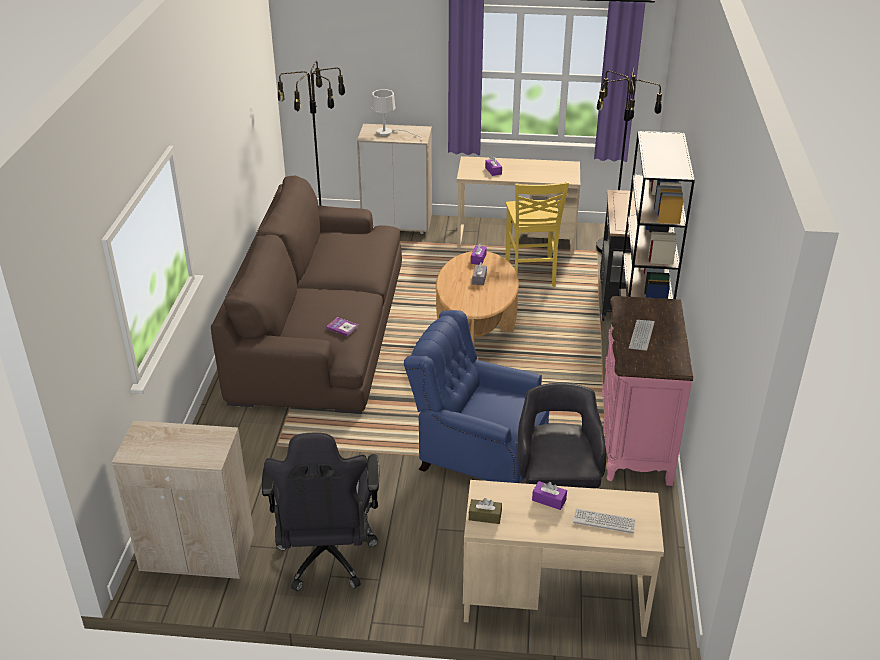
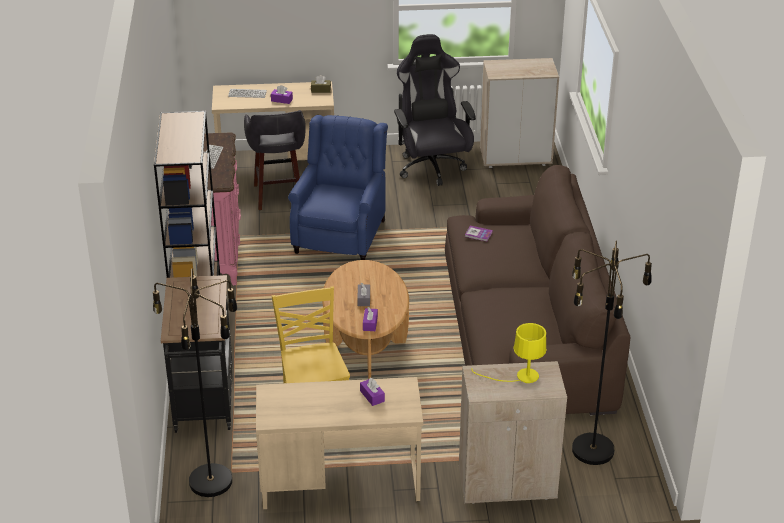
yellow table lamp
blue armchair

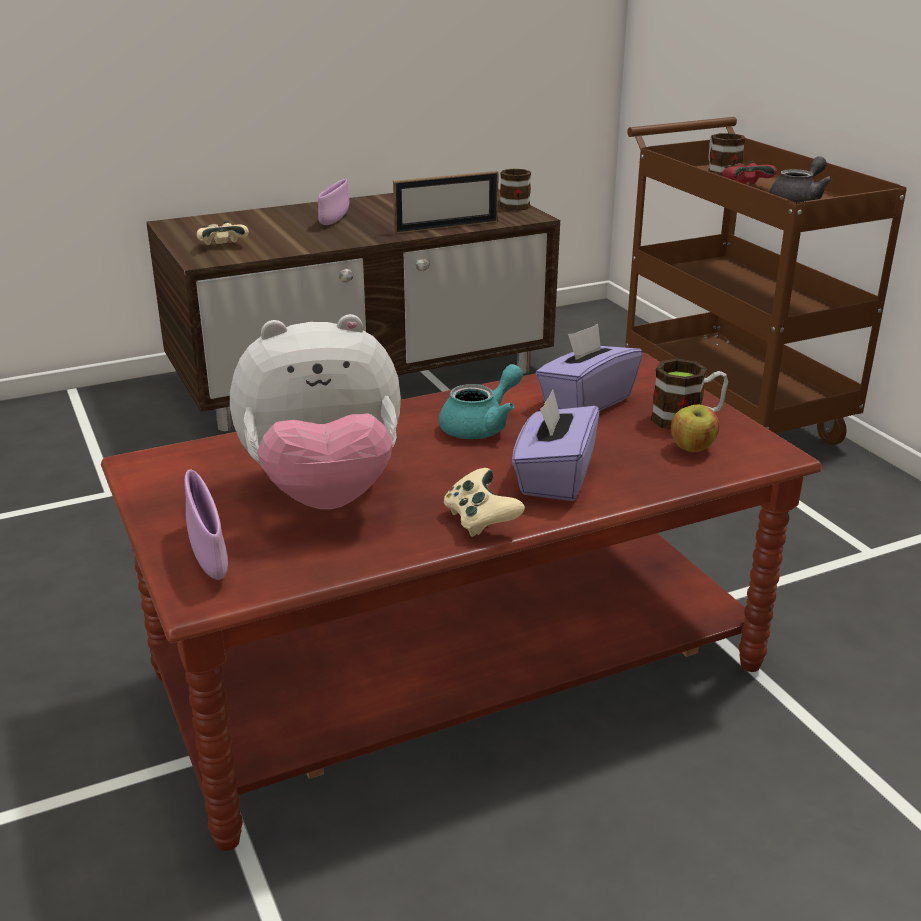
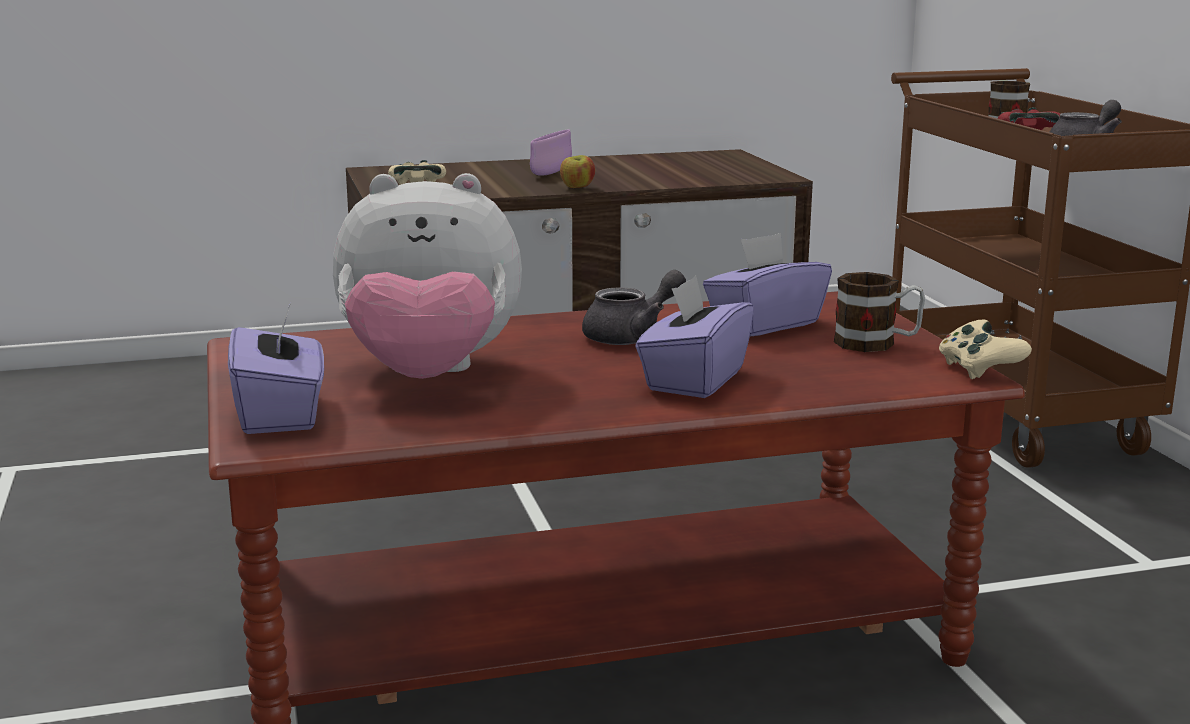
picture frame
mug (1st from left in the first image)
beige game controller (2nd from left)
apple
purple tissue box (1st from left)
grey teapot (1st from left)

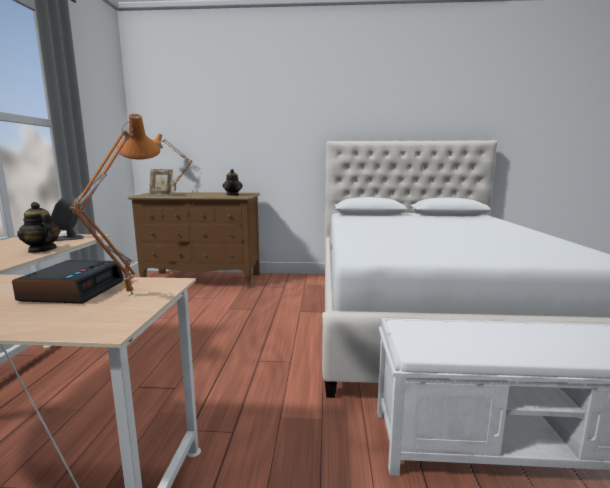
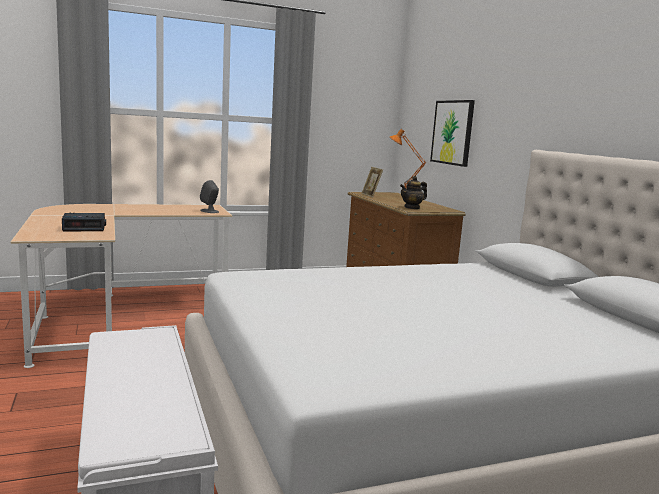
teapot (1st from left in the first image)
orange table lamp (1st from left in the first image)
picture

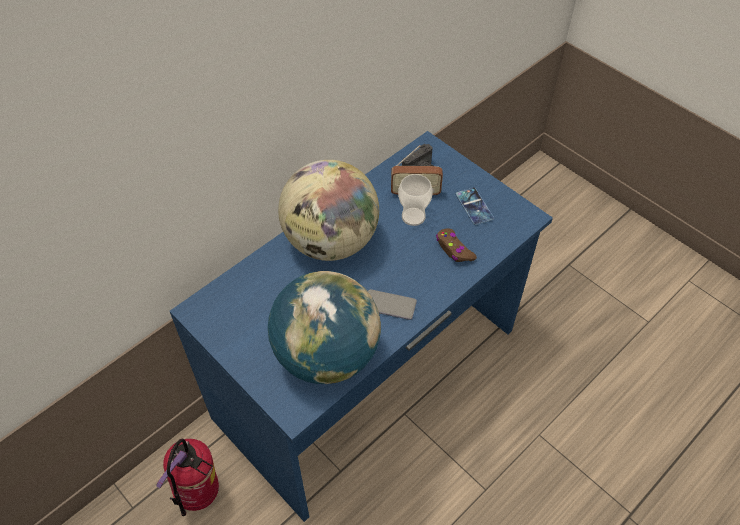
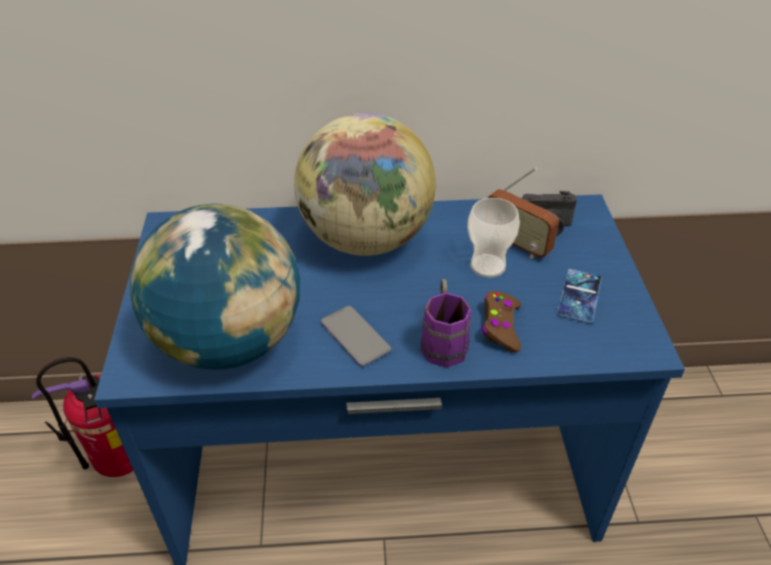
purple mug

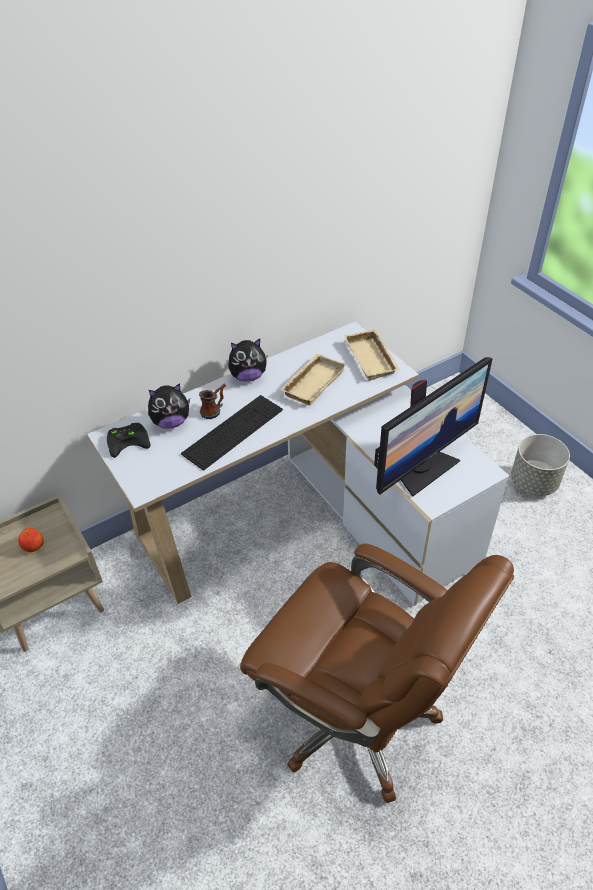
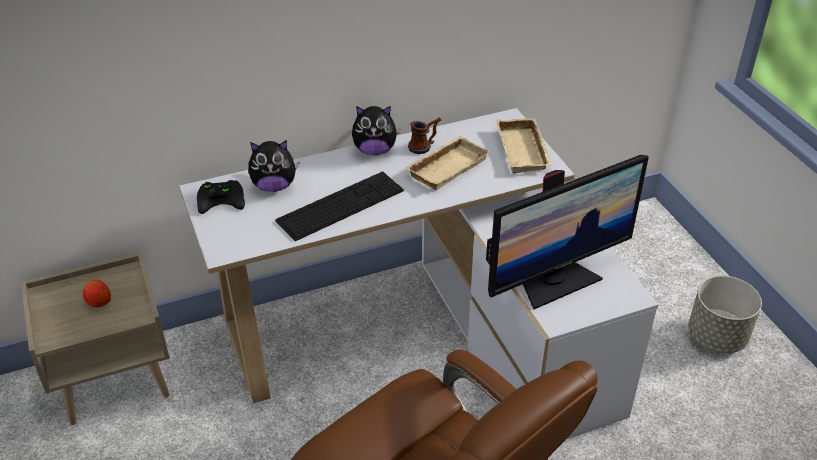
mug

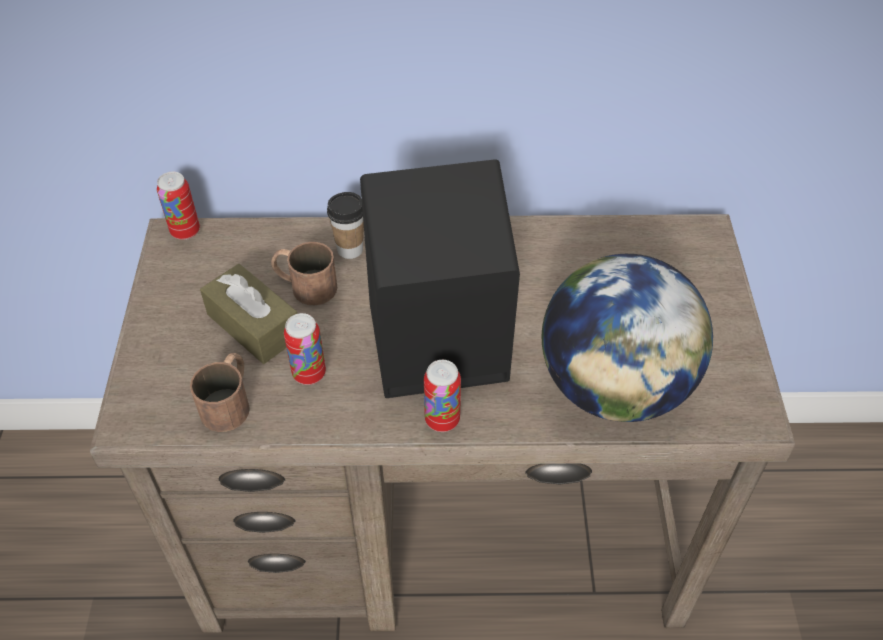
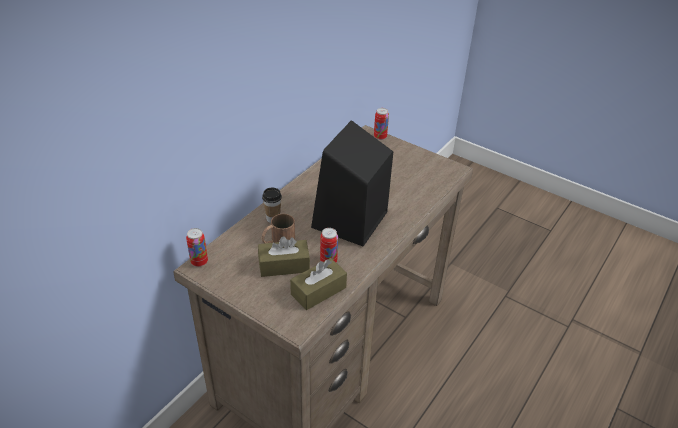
globe
can (3rd from left)
brown tissue box (2nd from left)

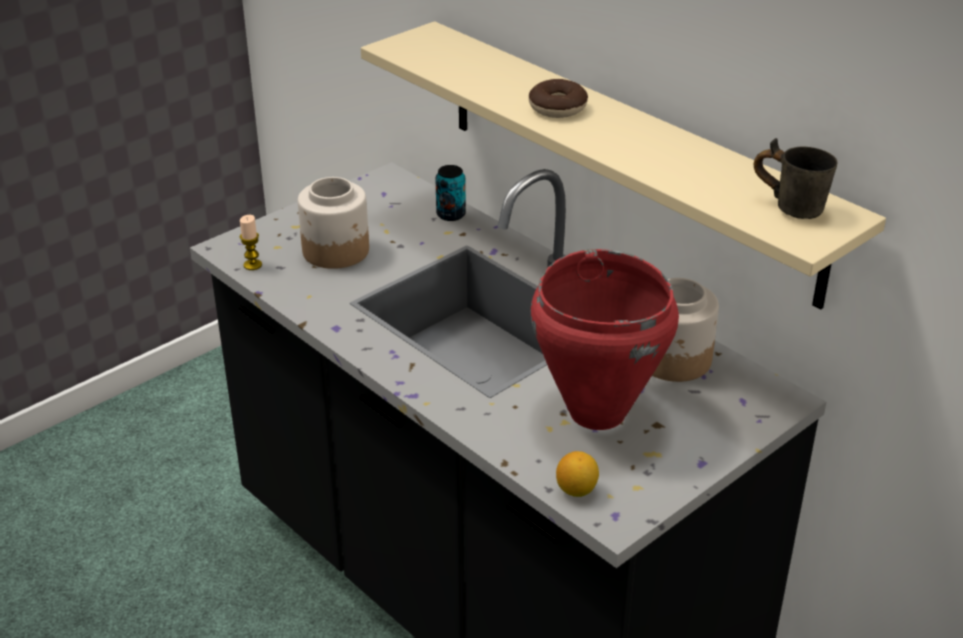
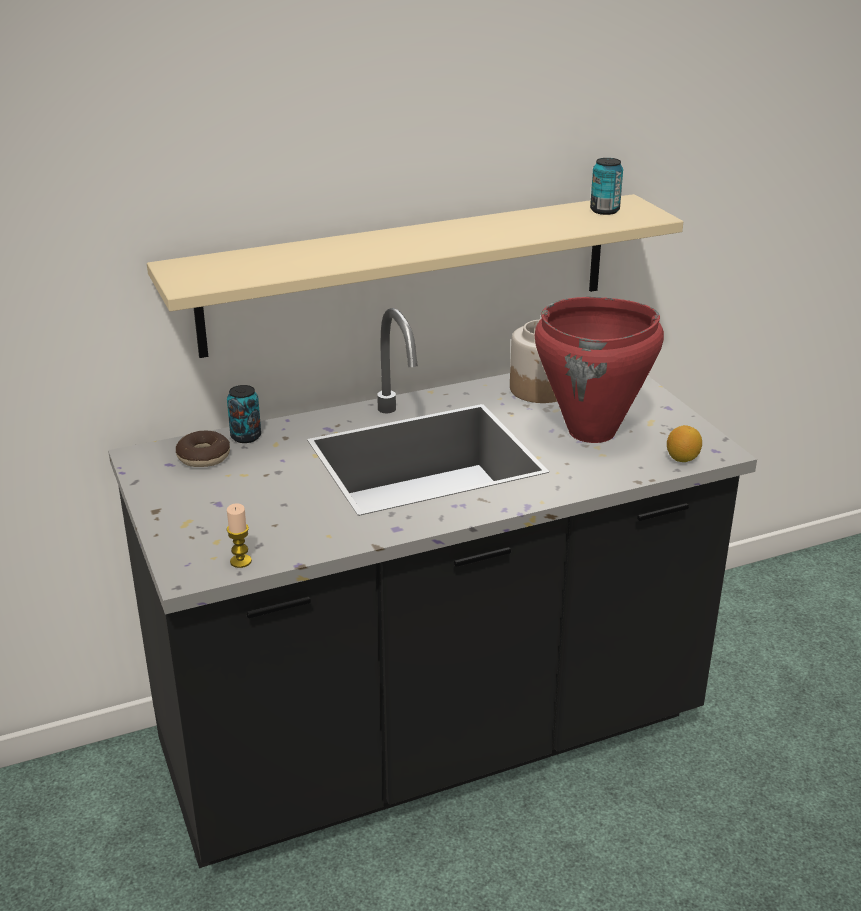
jar (1st from left in the first image)
donut
can (2nd from left)

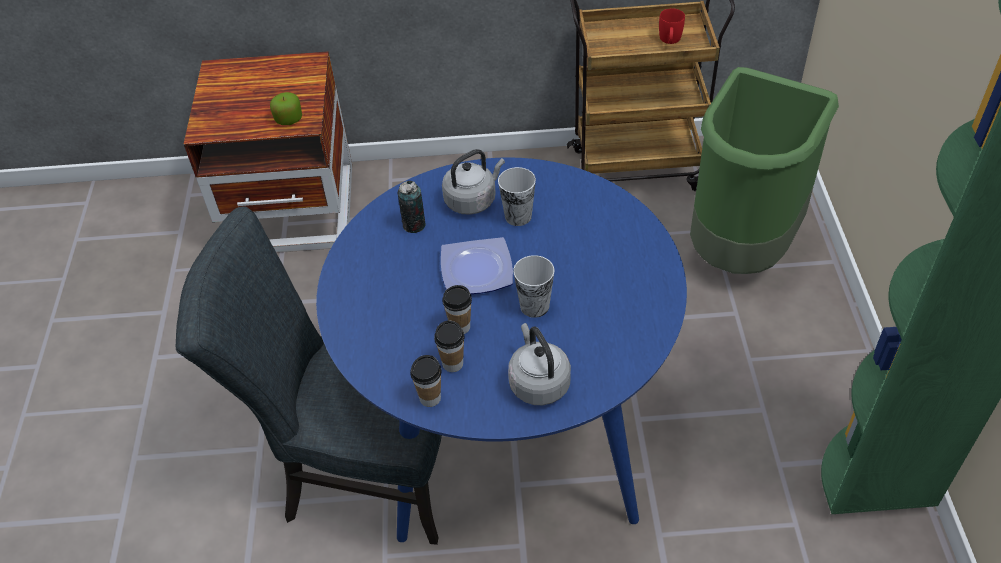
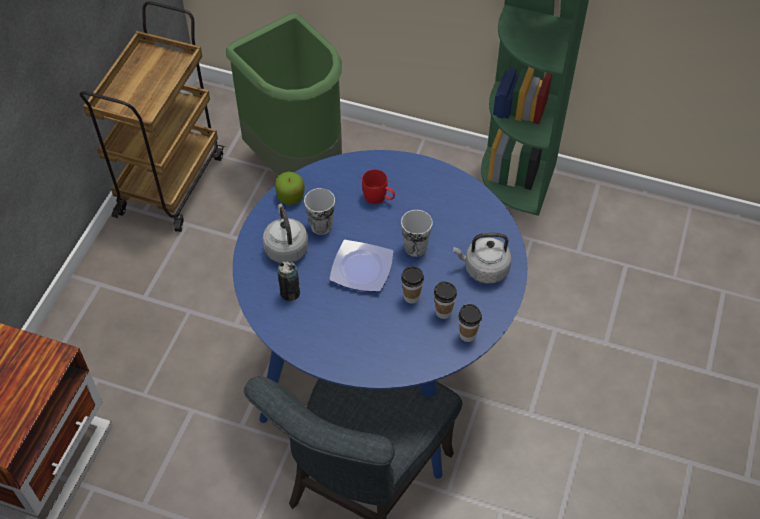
apple
red mug

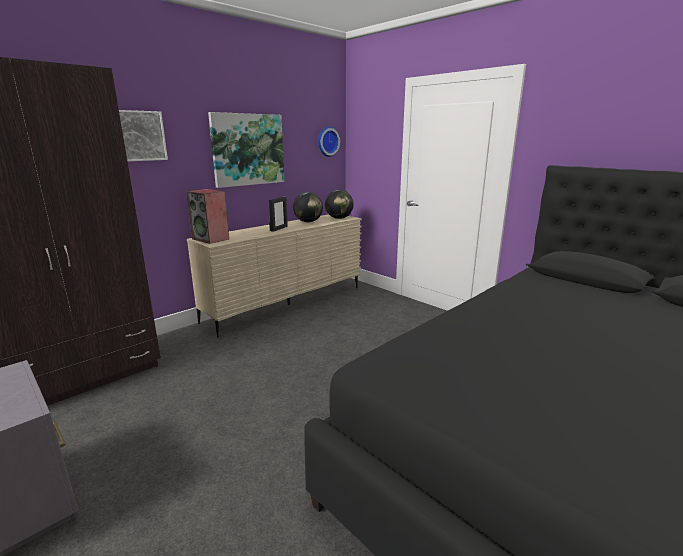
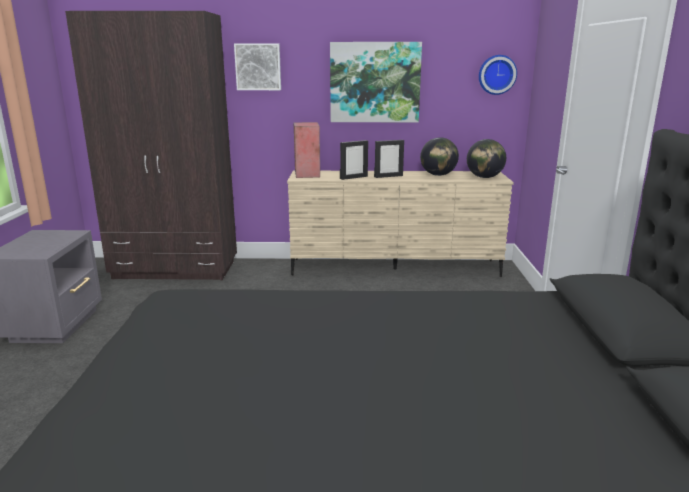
picture frame (1st from left)

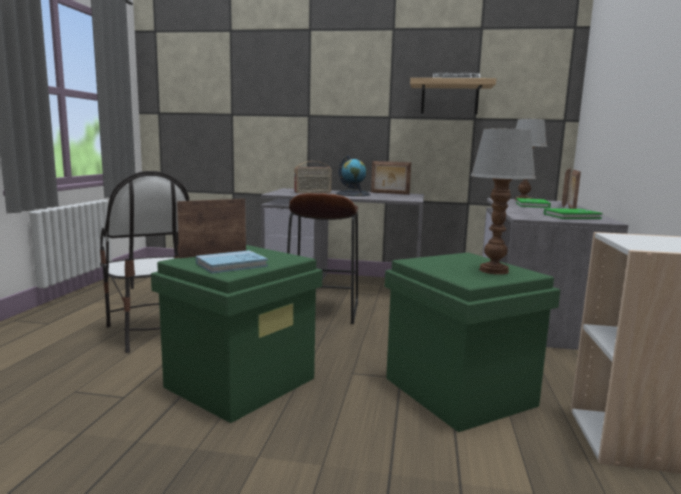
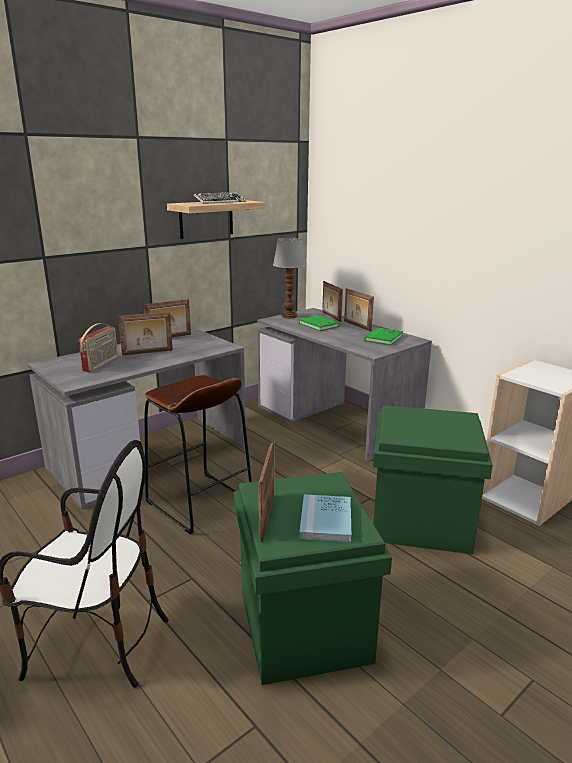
table lamp (1st from left in the first image)
picture frame (1st from left)

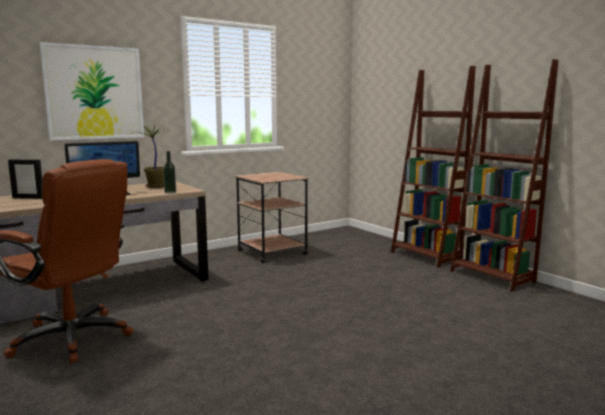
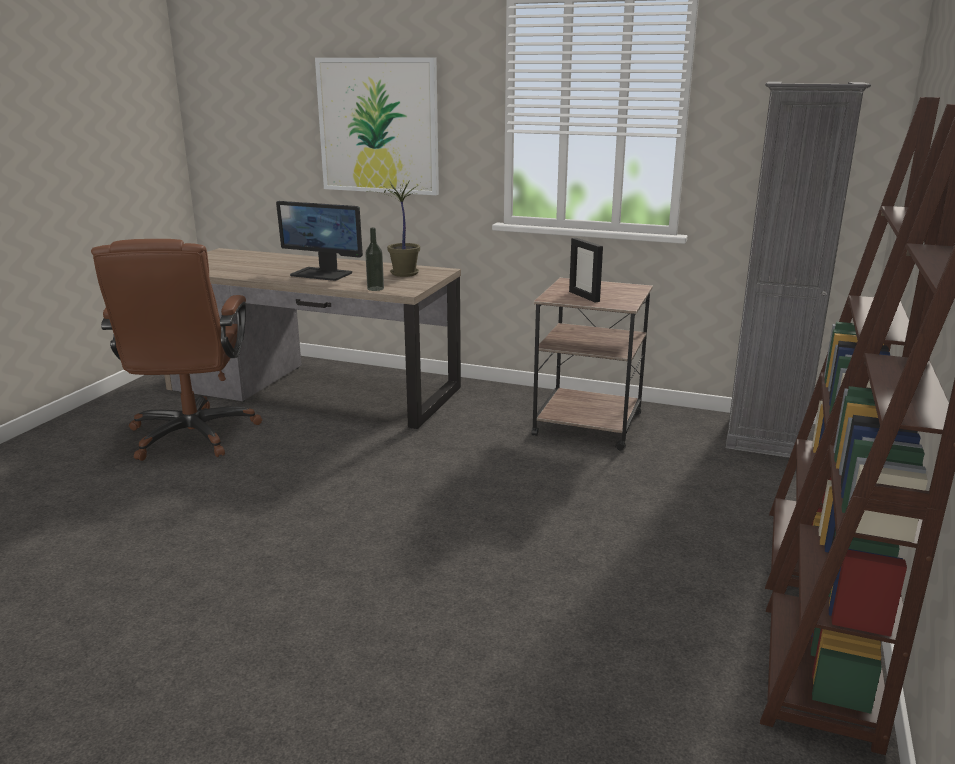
grey cabinet
picture frame

